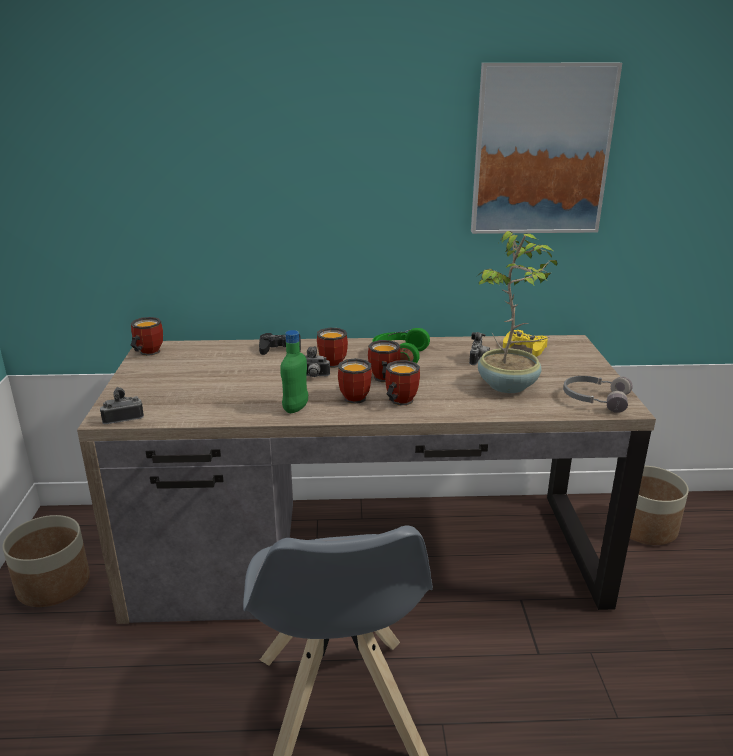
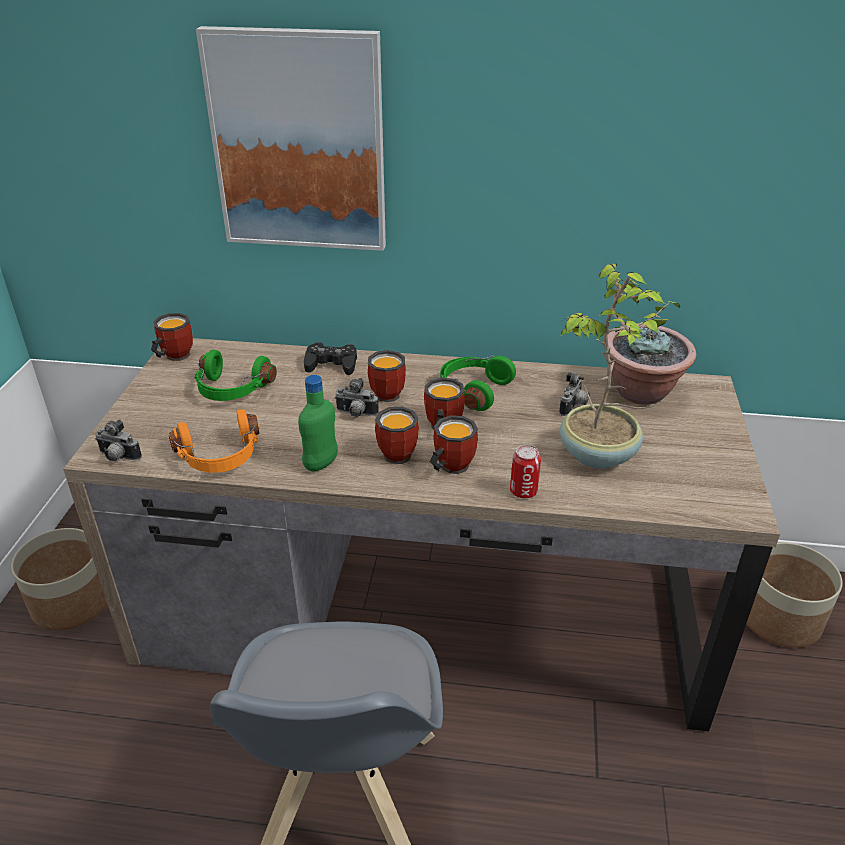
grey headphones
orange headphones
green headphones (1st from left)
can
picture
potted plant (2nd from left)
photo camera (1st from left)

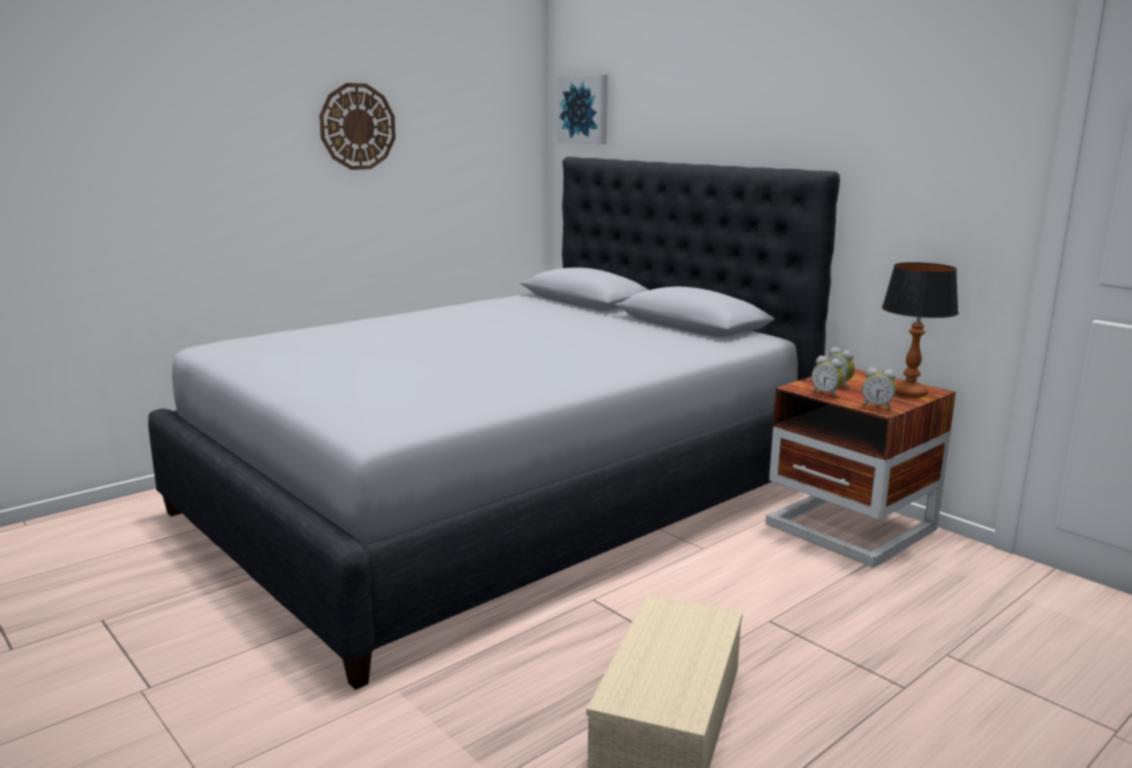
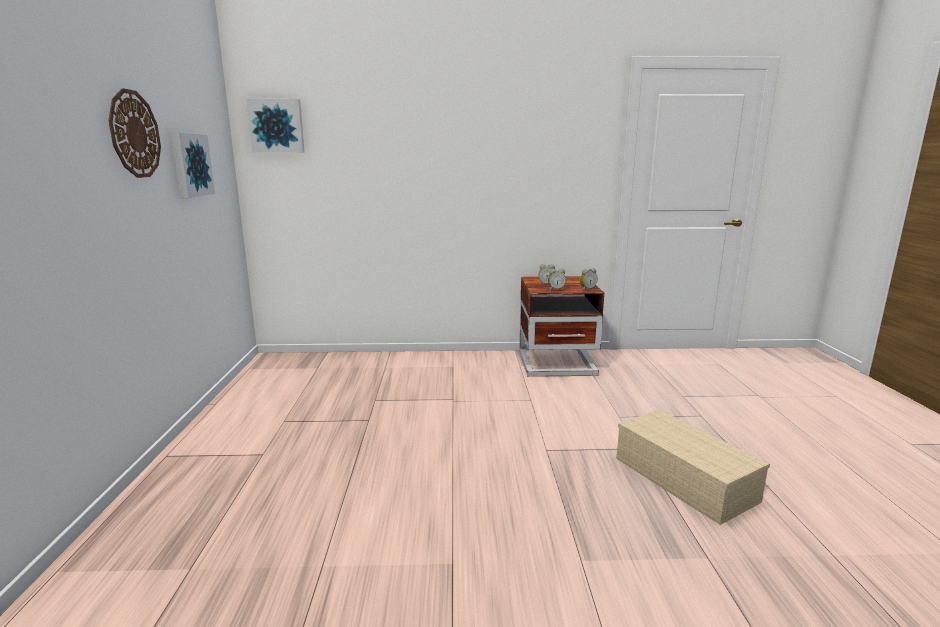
grey bed
table lamp
picture (1st from left)

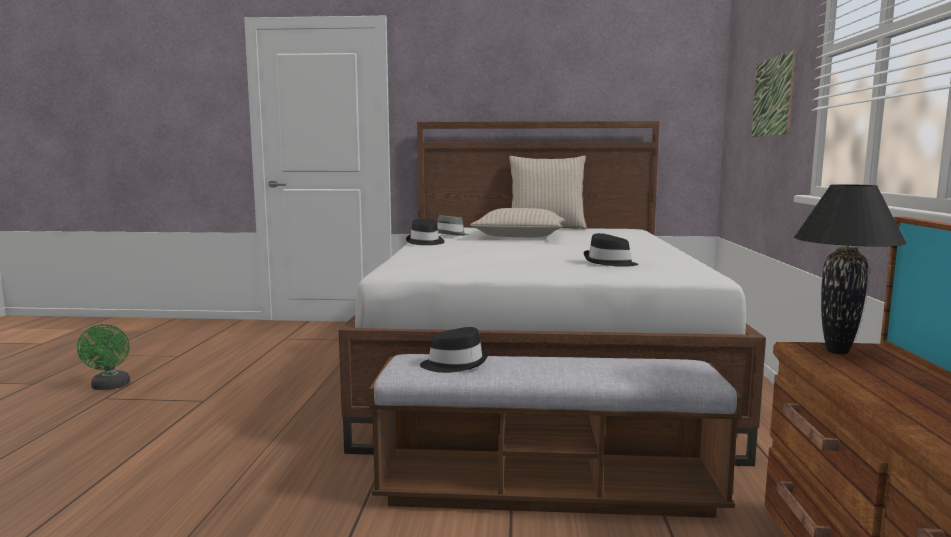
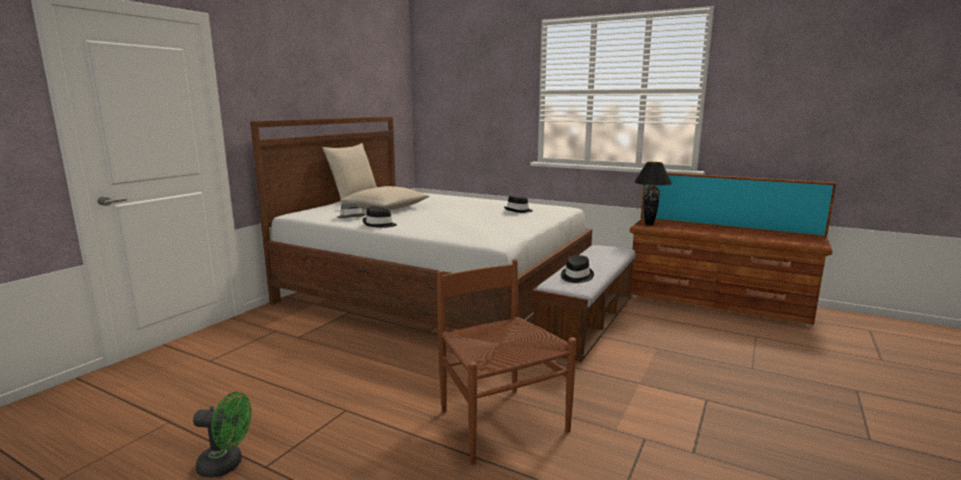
picture
brown chair

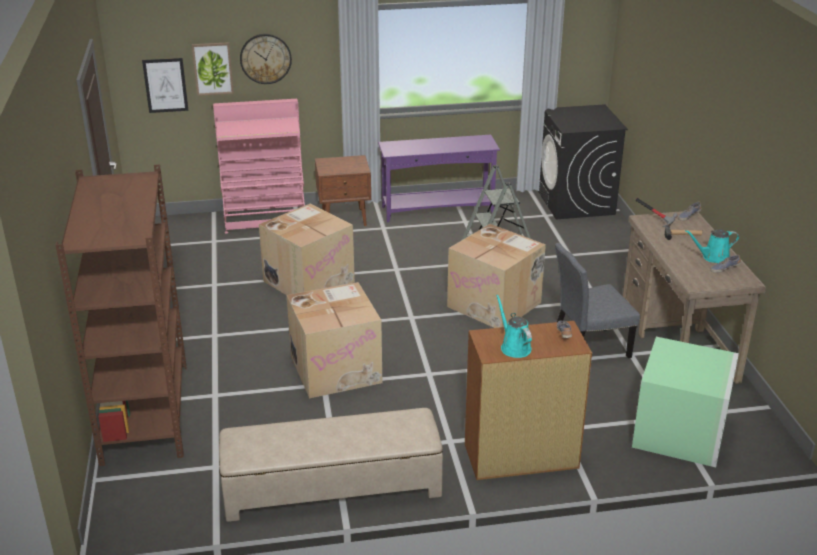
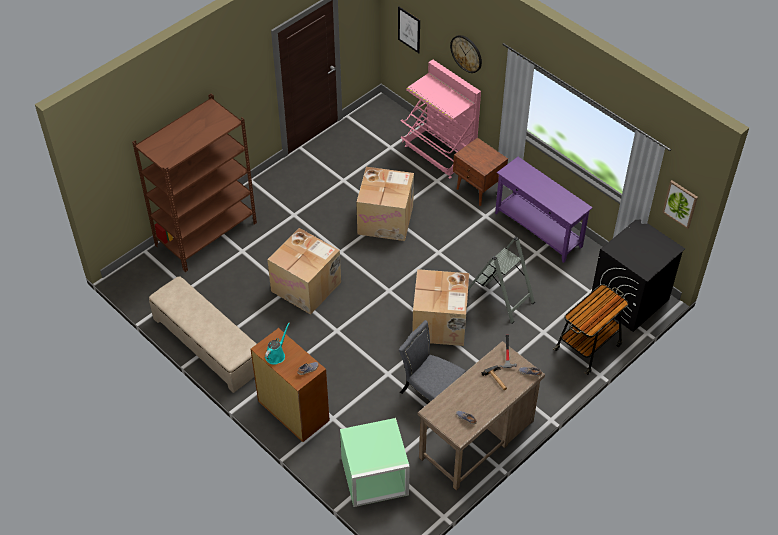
turquoise watering can (2nd from left in the first image)
cart
picture (2nd from left)

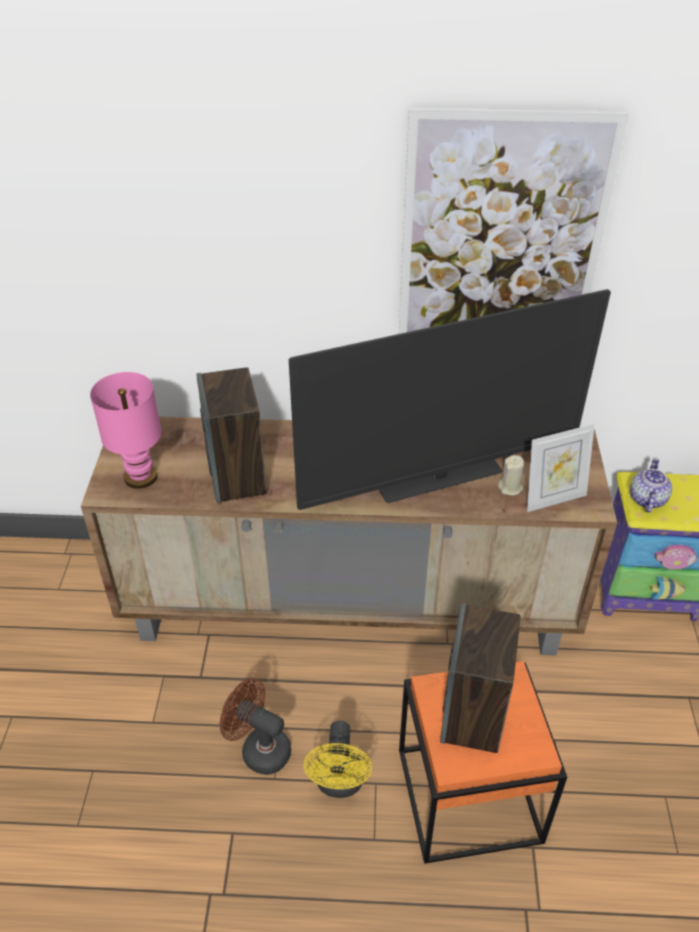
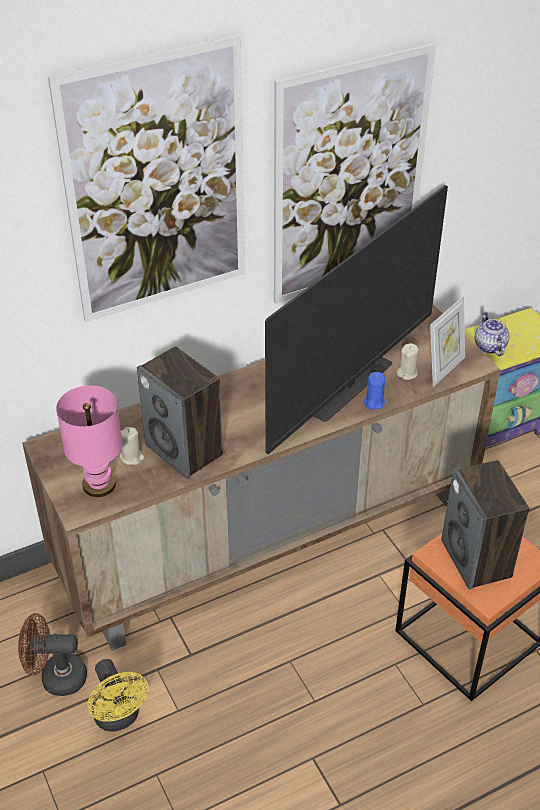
picture (1st from left)
beige candle (1st from left)
blue candle
brown fan
yellow fan

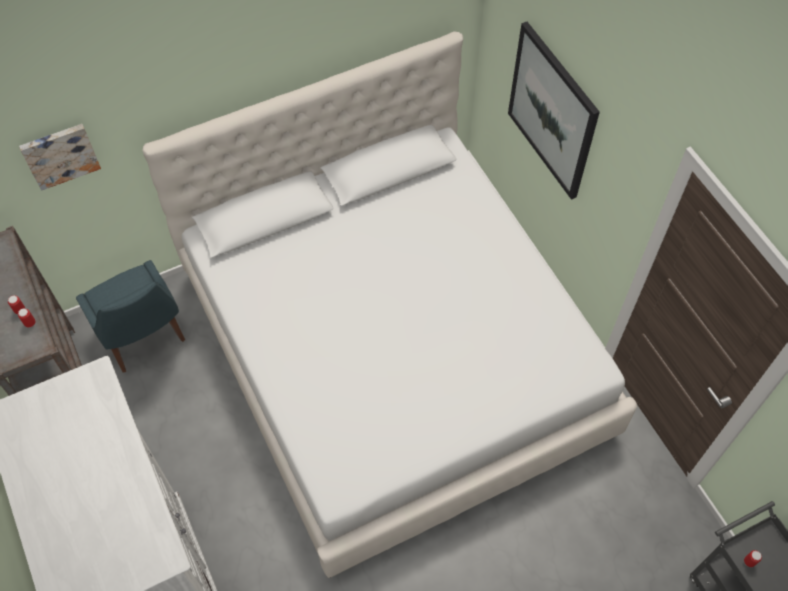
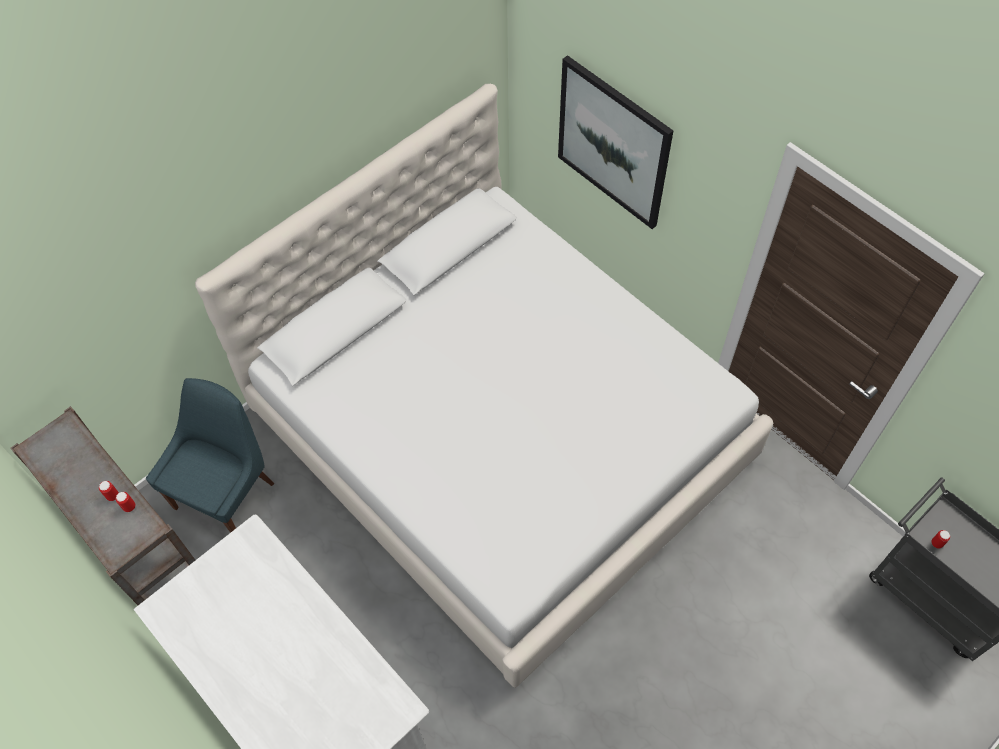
picture (1st from left in the first image)
blue chair

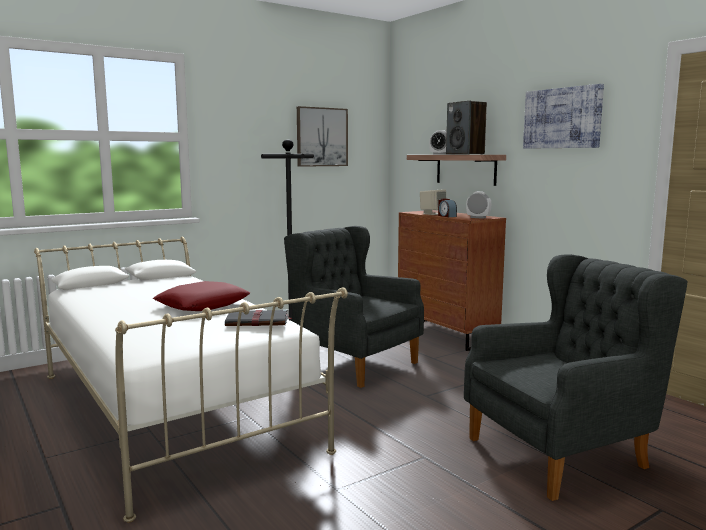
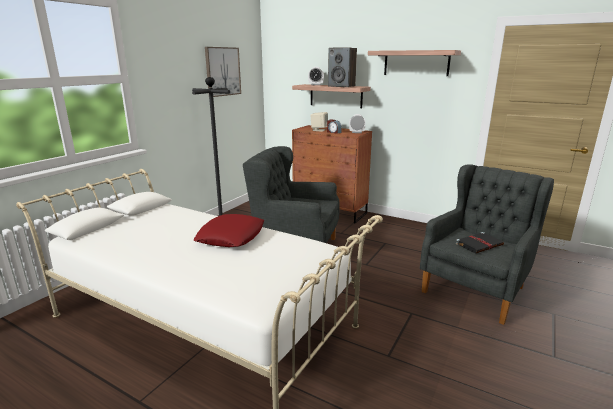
black book
shelf (2nd from left)

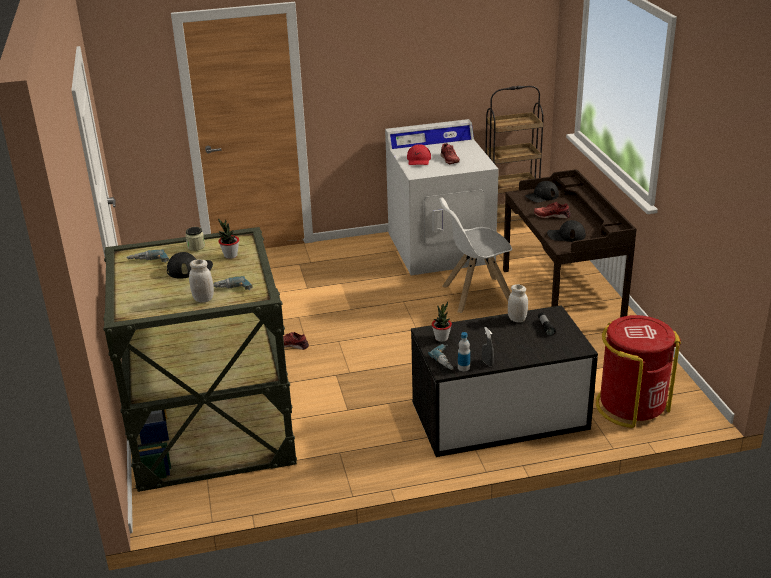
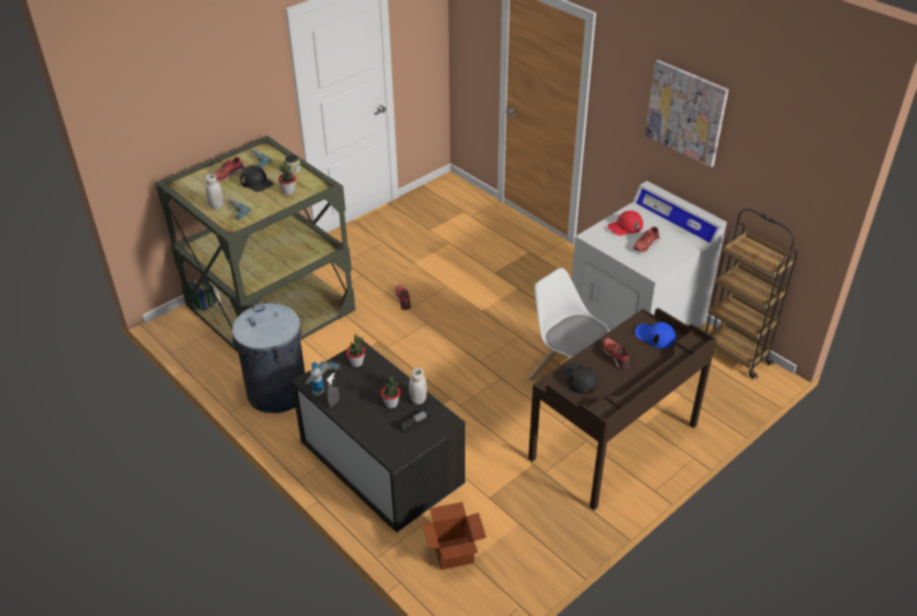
red shoe (1st from left)
grey trash can
potted plant (3rd from left)
picture
cardboard box
blue cap

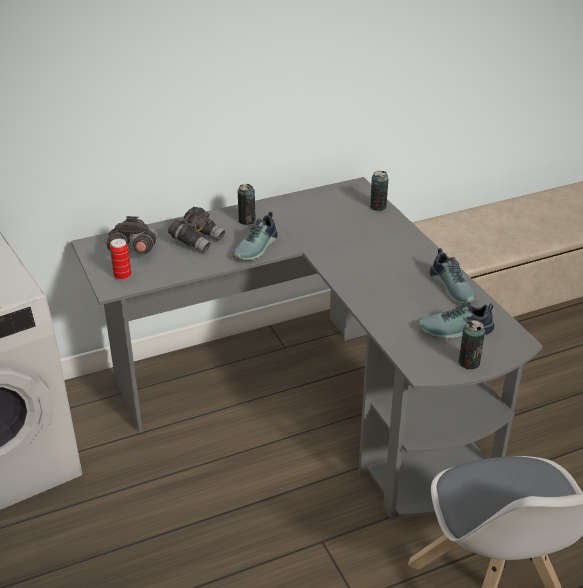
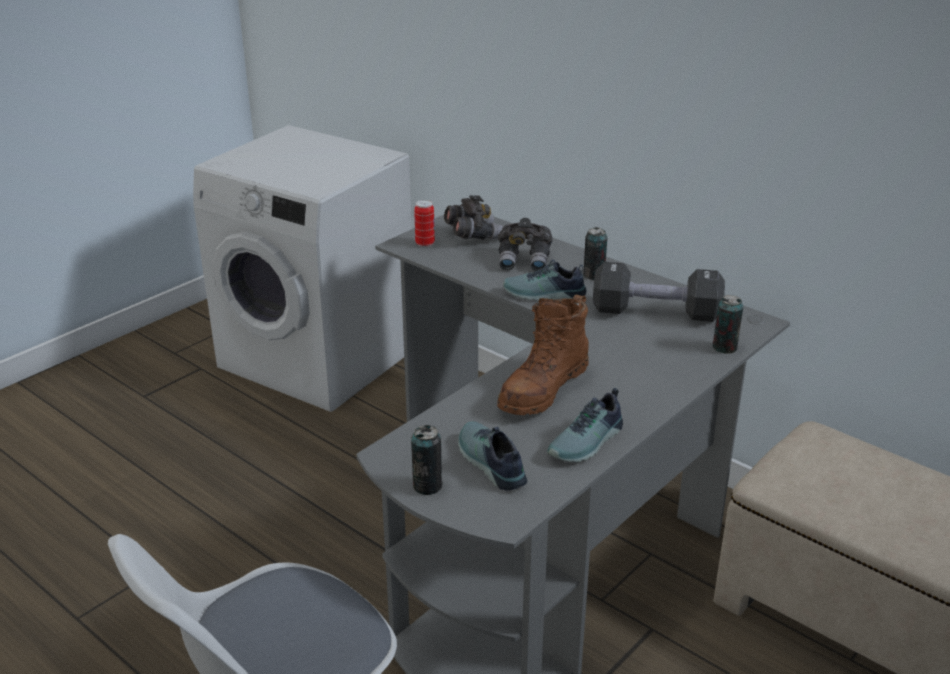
brown boot
black dumbbell

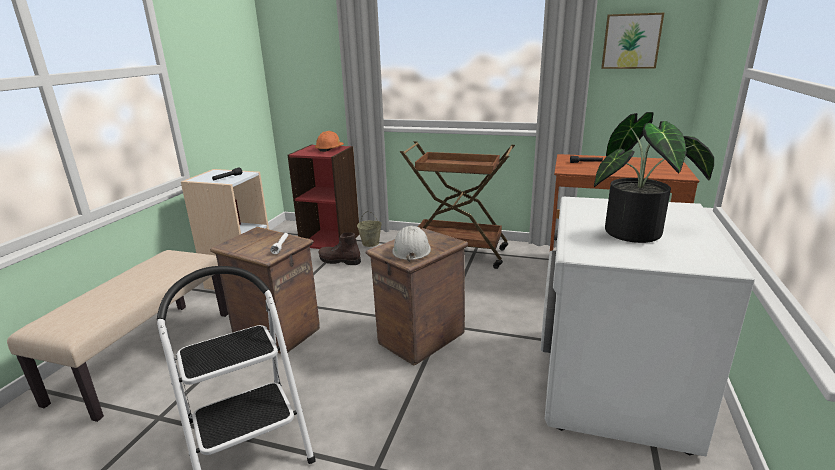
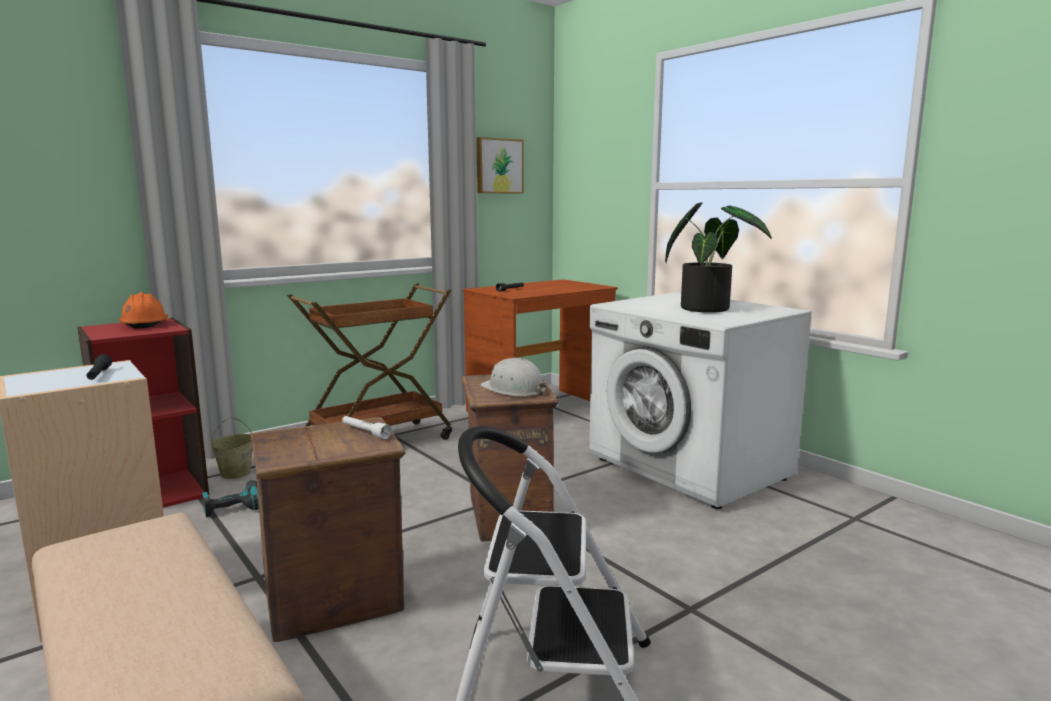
power drill

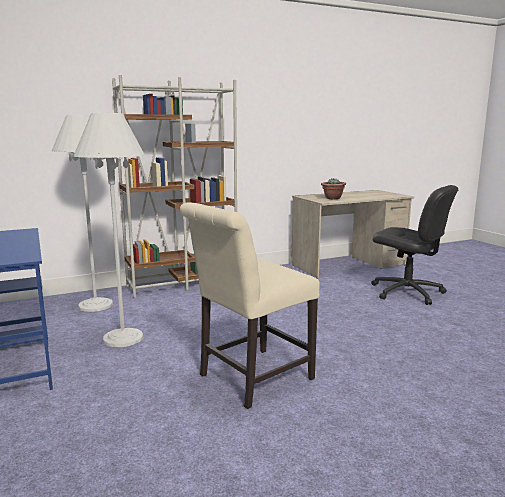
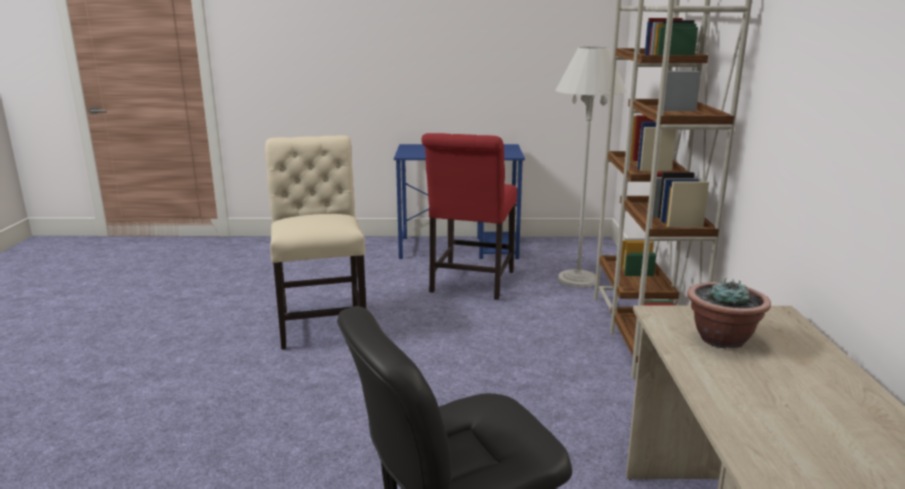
red chair

